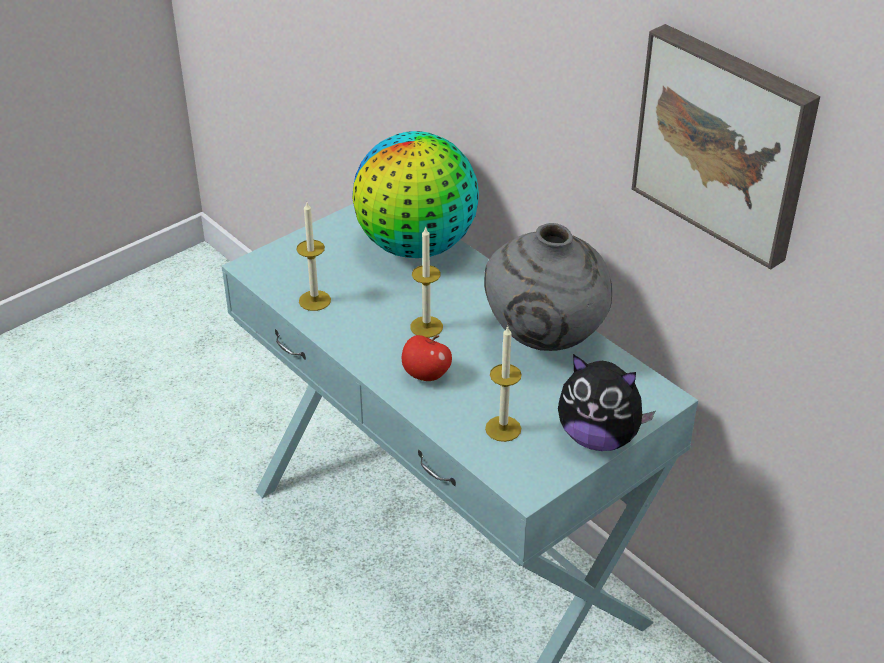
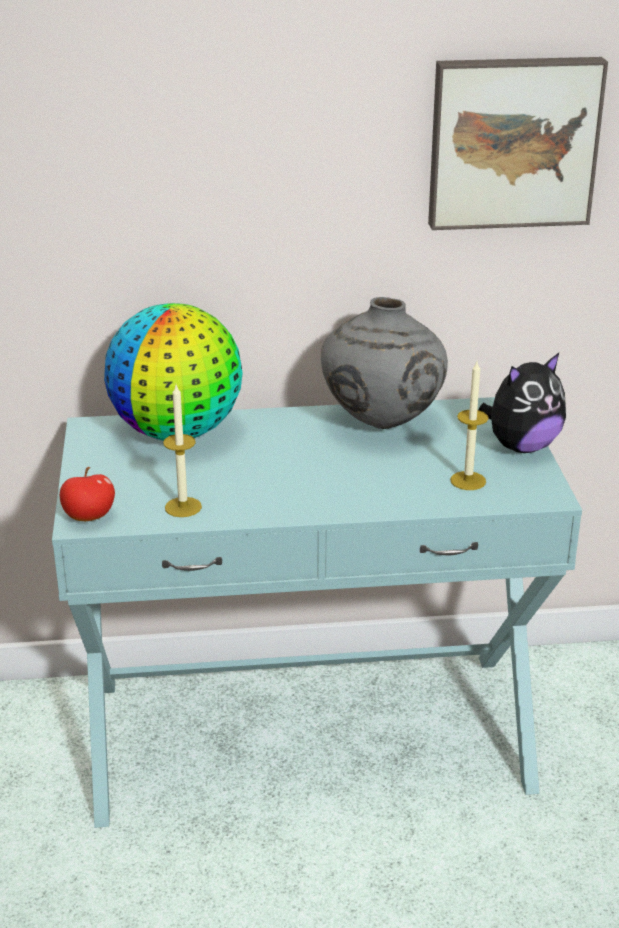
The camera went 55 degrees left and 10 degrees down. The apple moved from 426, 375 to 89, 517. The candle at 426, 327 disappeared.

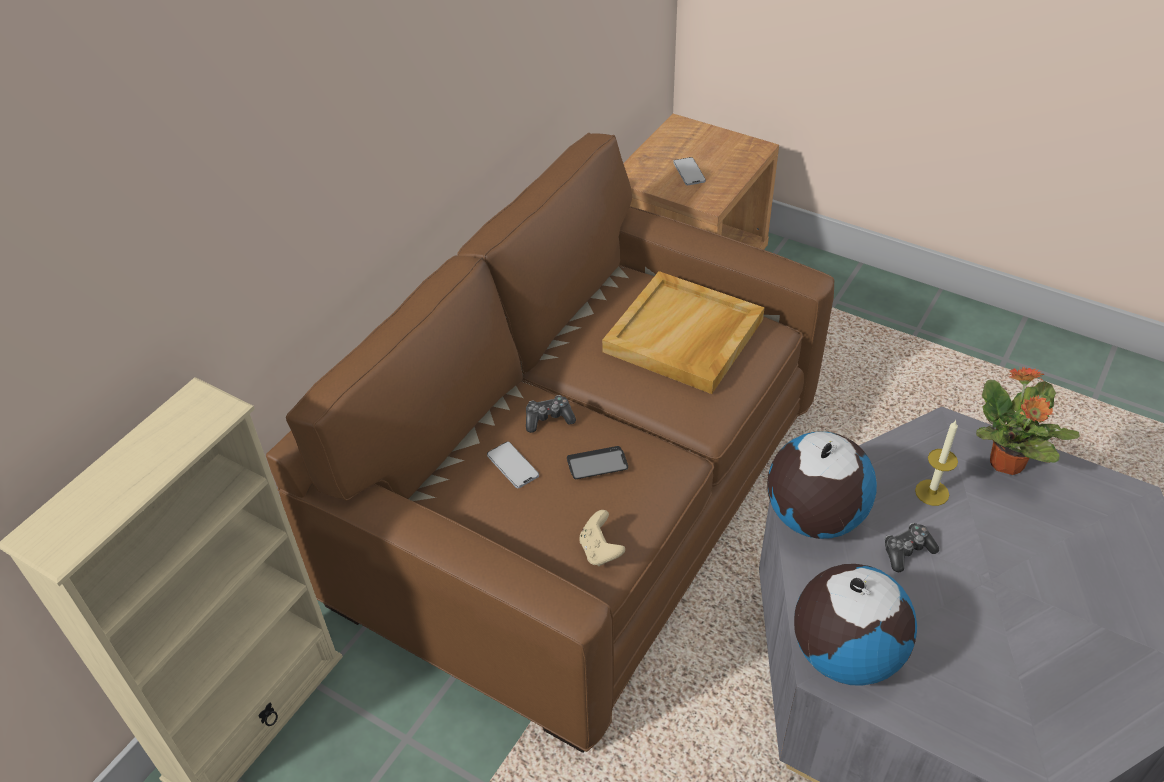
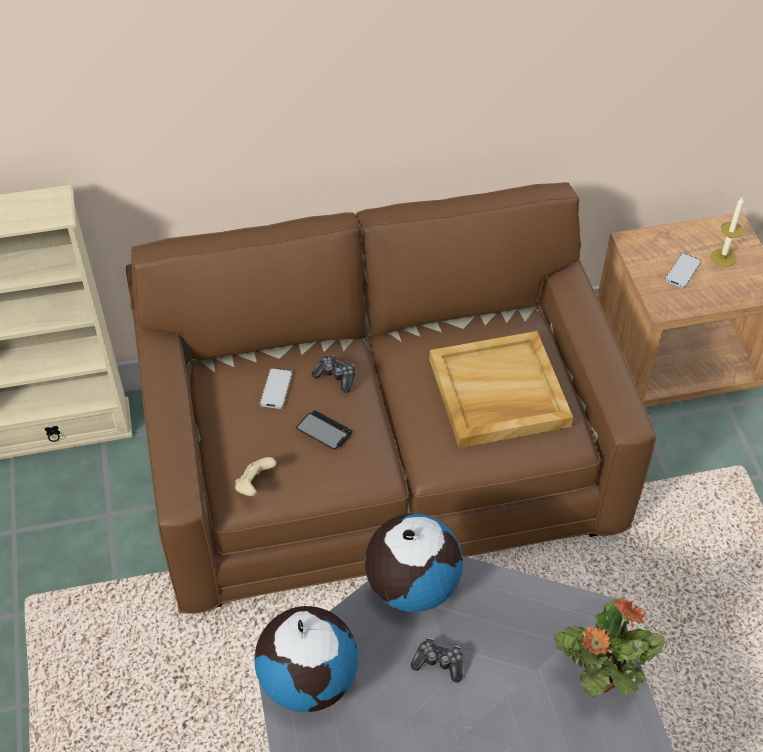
The camera went 45 degrees right and 5 degrees up. The candle moved from 932, 492 to 723, 257.

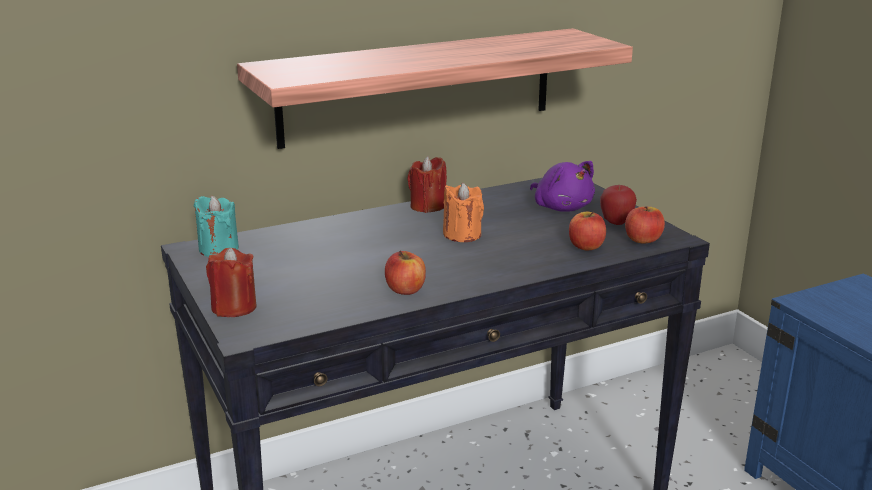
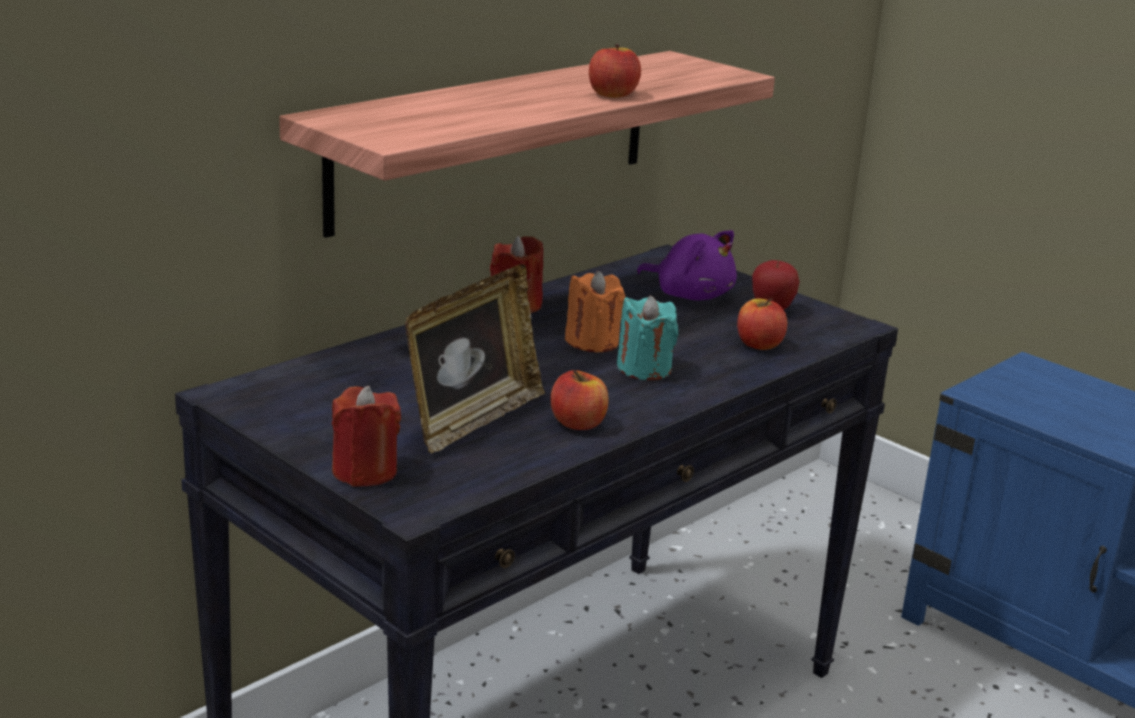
The camera went 20 degrees left and 0 degrees up. The picture frame at 472, 420 appeared. The apple moved from 643, 240 to 612, 95. The candle in turquoise moved from 218, 249 to 644, 369.

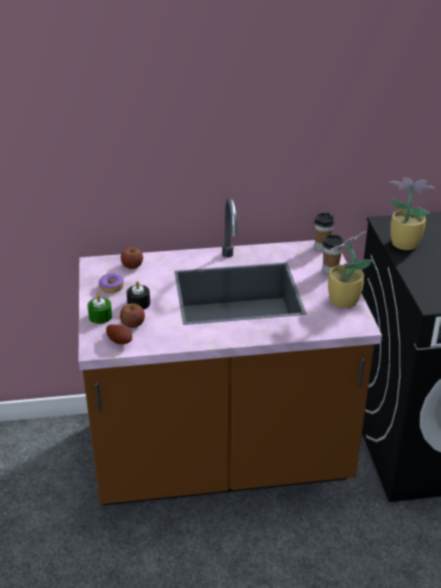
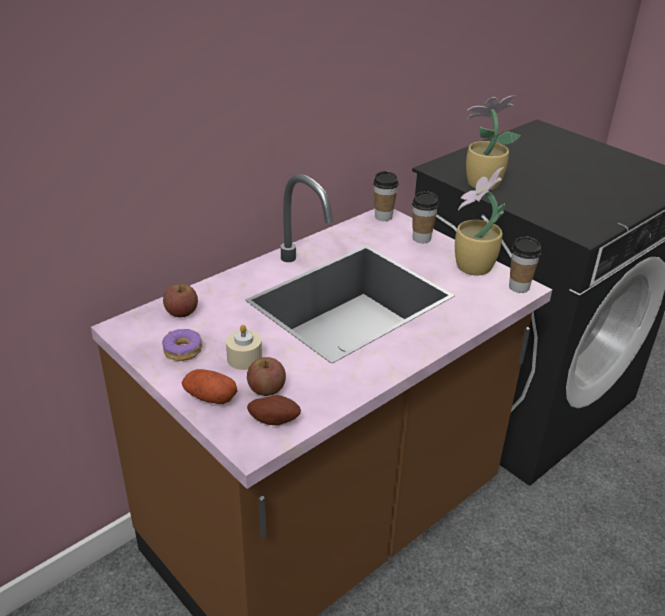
The camera went 35 degrees left and 0 degrees up. The candle in green at 100, 316 was replaced by the potato at 210, 397. The candle in black at 138, 303 became the candle in beige at 244, 358. The cup at 519, 287 appeared.

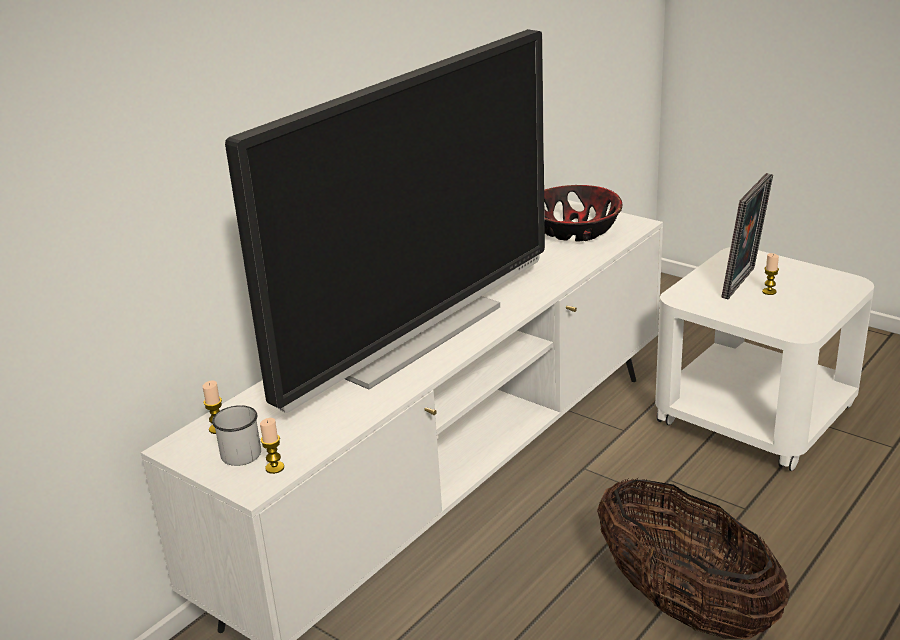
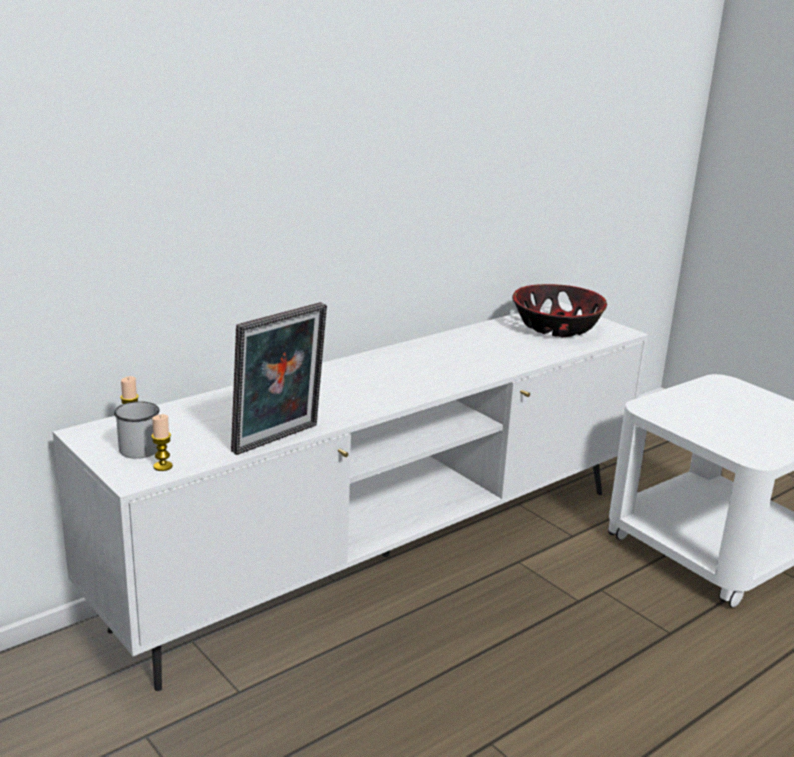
The camera went 10 degrees right and 5 degrees down. The picture frame moved from 743, 283 to 279, 440. The television at 415, 337 disappeared. The basket at 684, 606 disappeared. The candle at 769, 292 disappeared.

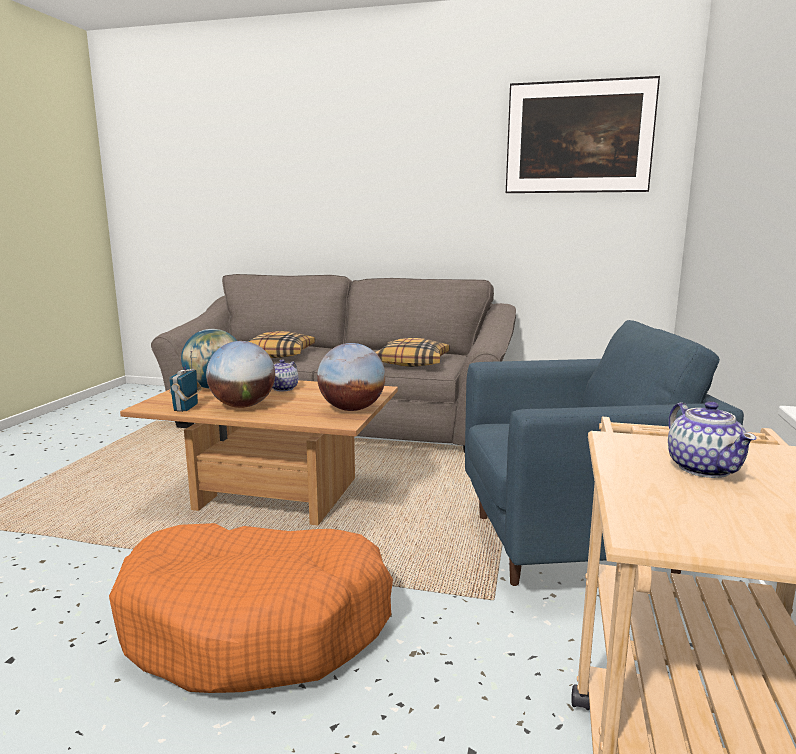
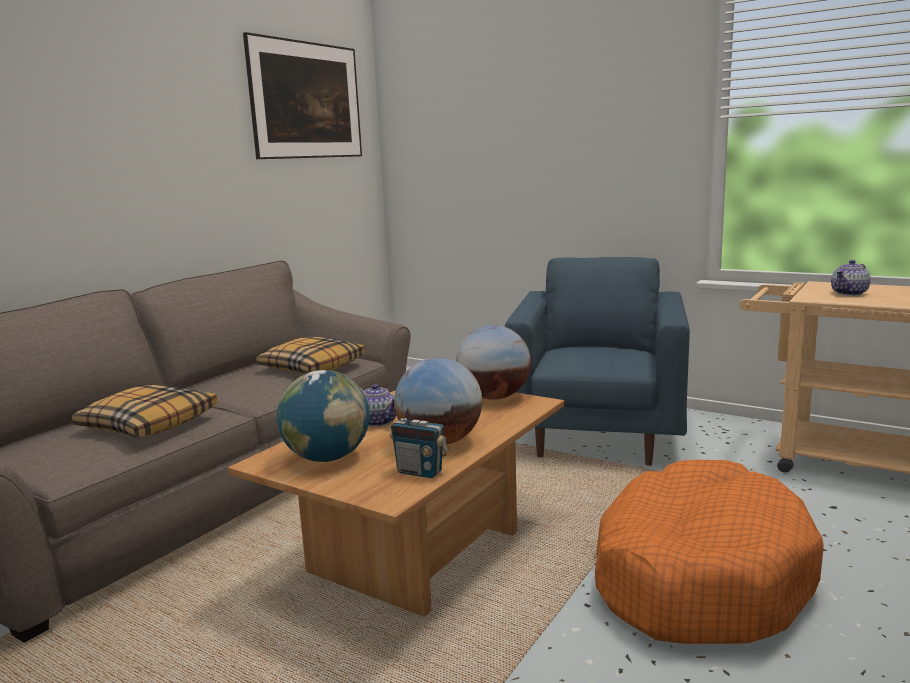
The camera went 70 degrees left and 0 degrees up. The teapot at 703, 468 turned 135 degrees clockwise.

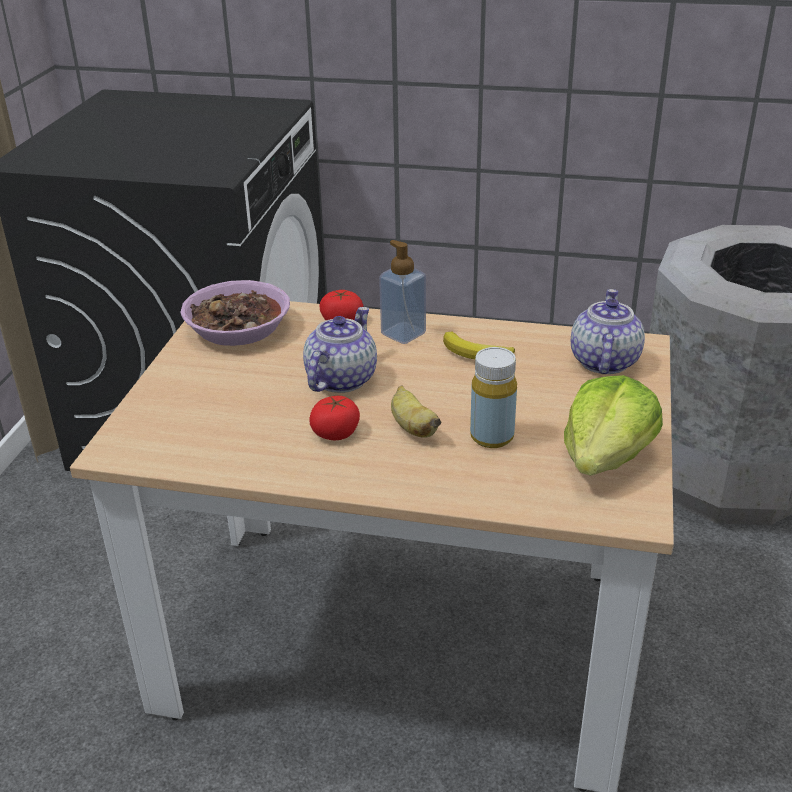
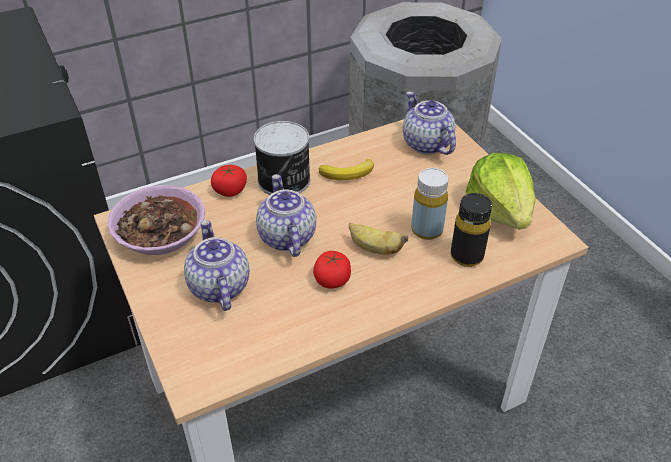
The camera went 40 degrees left and 10 degrees up. The teapot at 218, 286 appeared. The soap dispenser at 403, 334 was replaced by the can at 285, 180. The bottle in black at 466, 256 appeared.

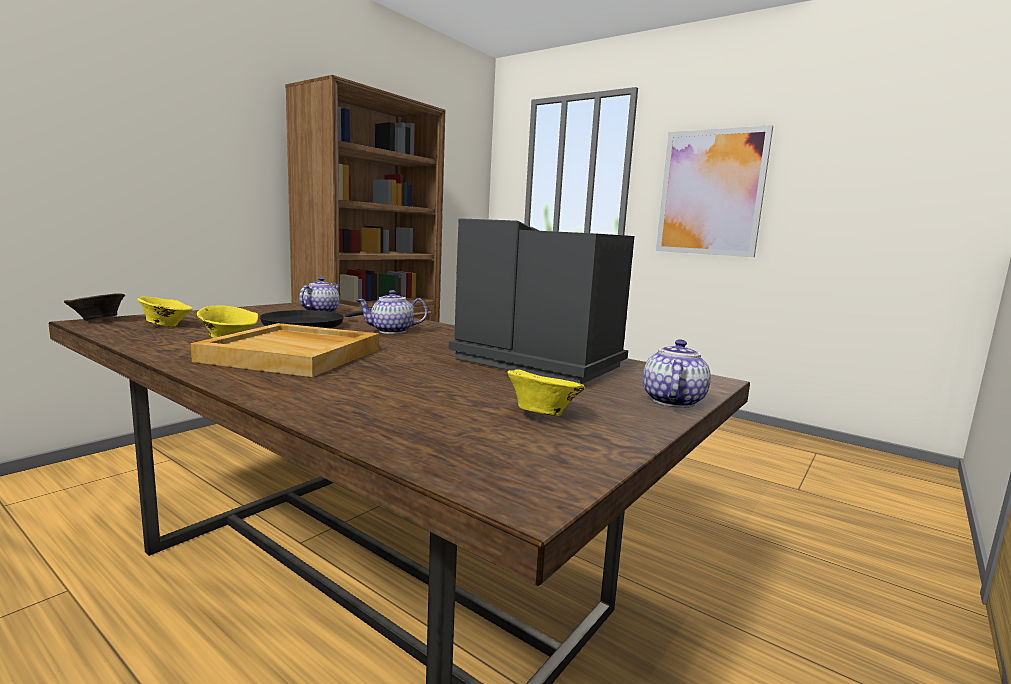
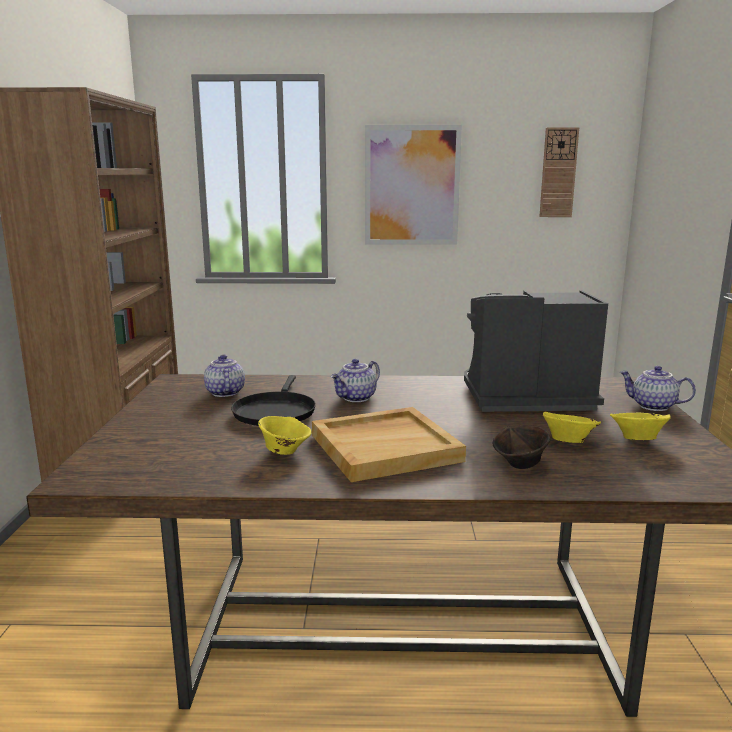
The camera went 35 degrees left and 5 degrees up. The bowl in brown moved from 97, 320 to 520, 465. The wall clock at 558, 173 appeared. The bowl in yellow moved from 166, 326 to 567, 441. The teapot at 671, 401 turned 45 degrees counterclockwise.

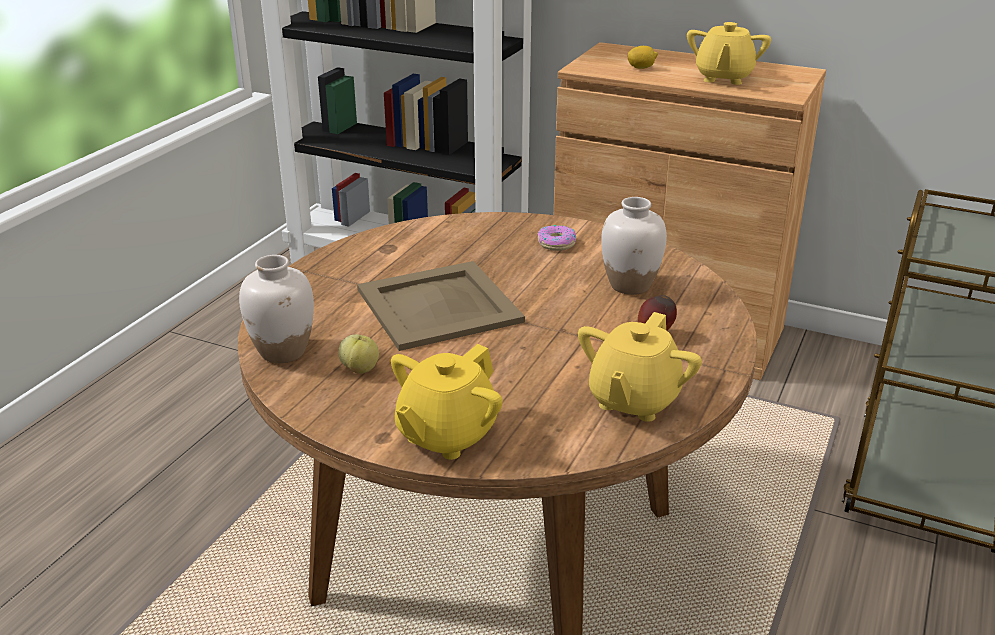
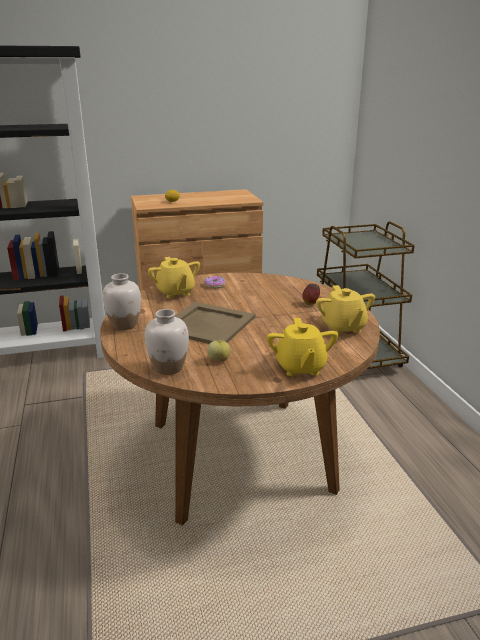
The camera went 40 degrees left and 5 degrees down. The vase in white moved from 630, 285 to 124, 325. The teapot in yellow moved from 723, 78 to 175, 292.

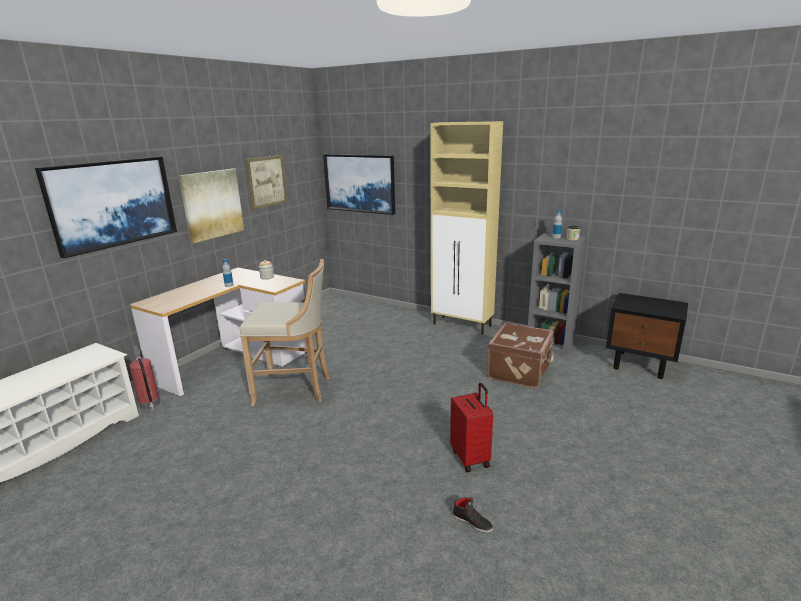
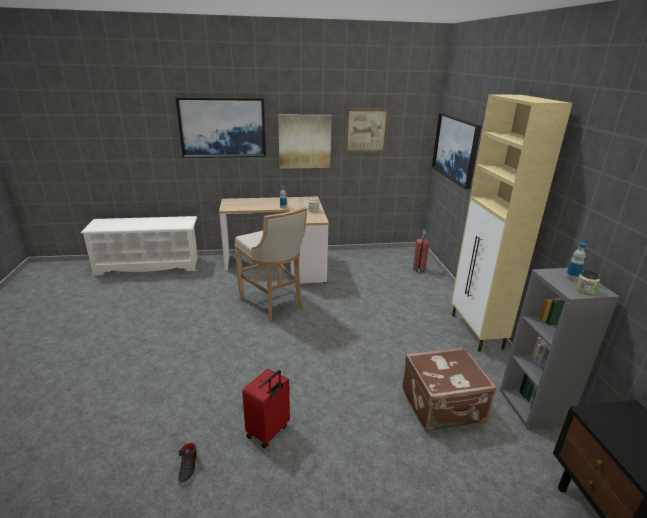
The camera went 50 degrees right and 5 degrees up. The fire extinguisher moved from 150, 404 to 418, 269.

